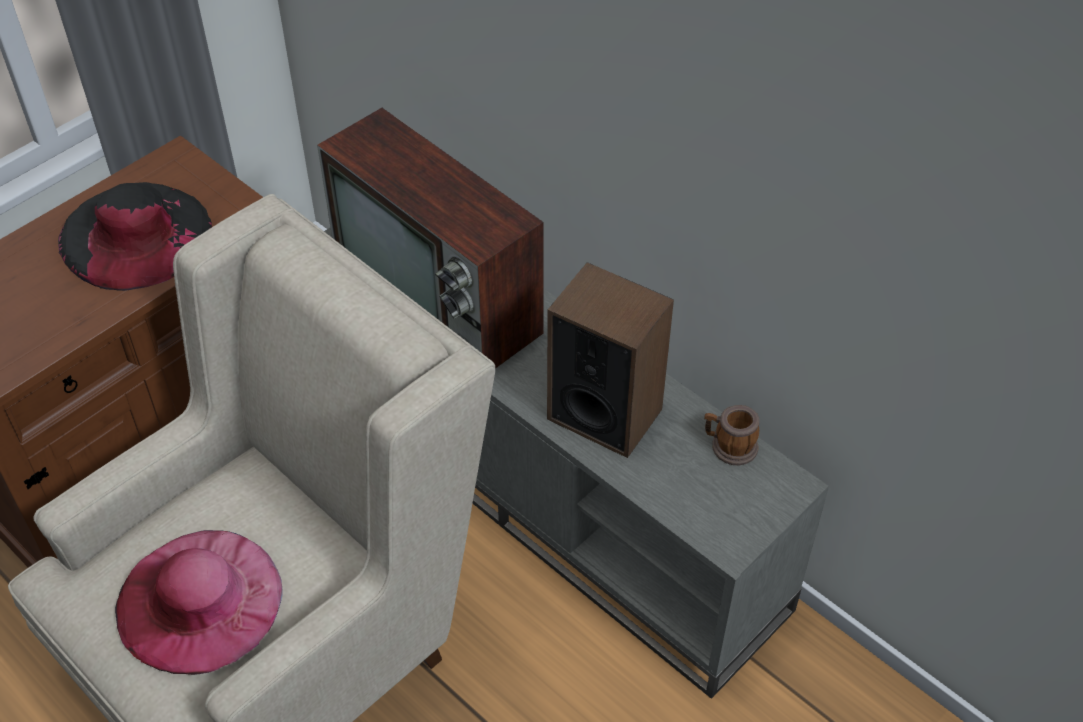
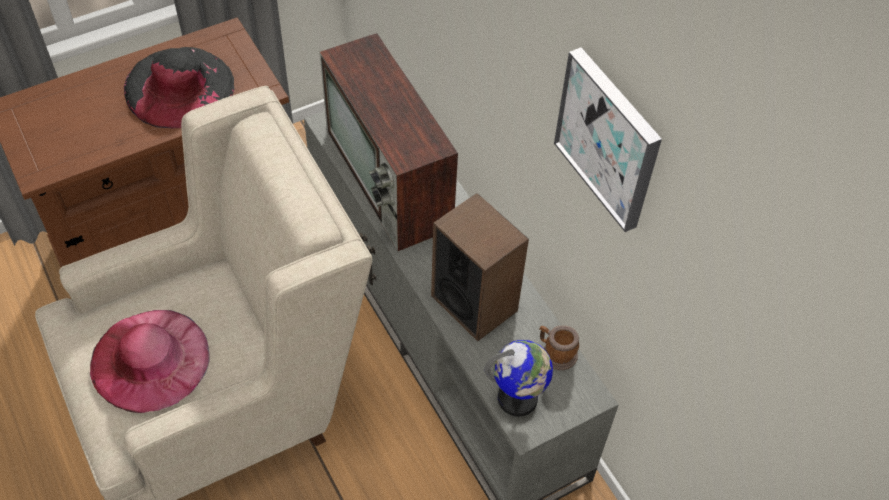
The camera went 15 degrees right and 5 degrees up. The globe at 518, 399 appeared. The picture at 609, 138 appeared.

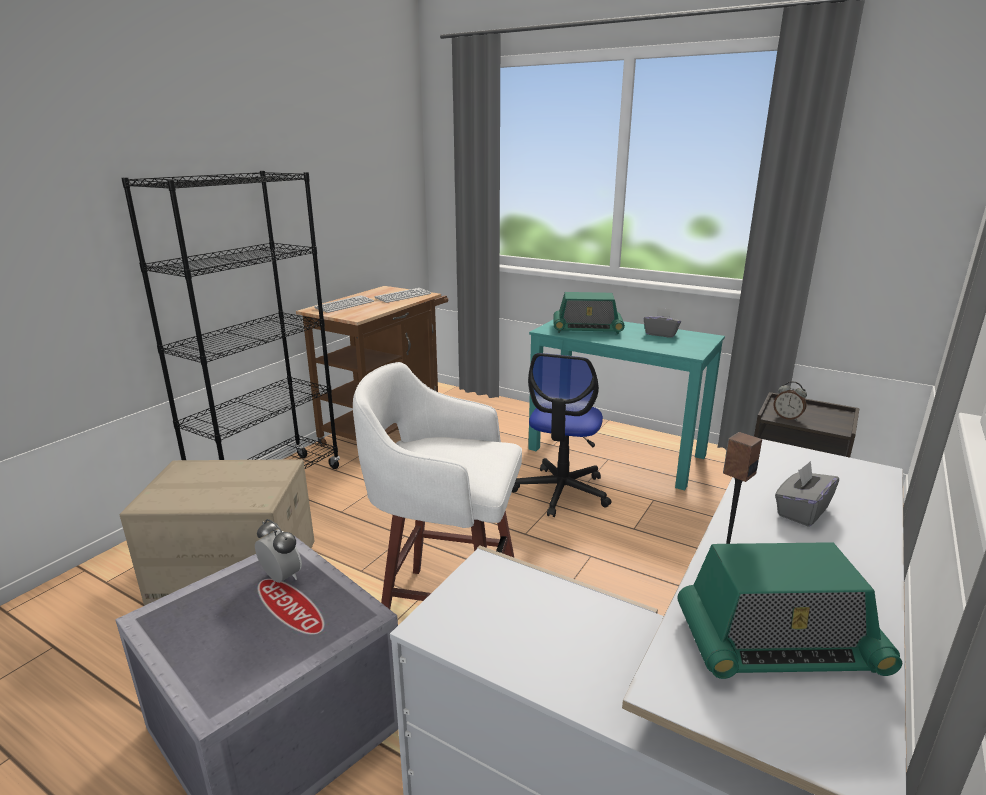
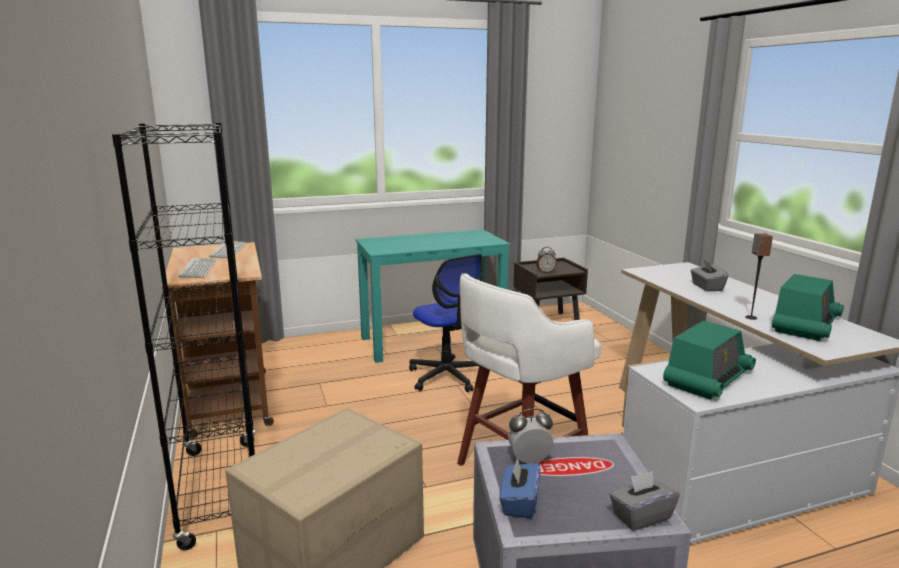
The camera went 50 degrees left and 5 degrees down. The tissue box in blue at 519, 503 appeared. The tissue box in grey moved from 661, 334 to 641, 516. The radio moved from 587, 329 to 707, 379.

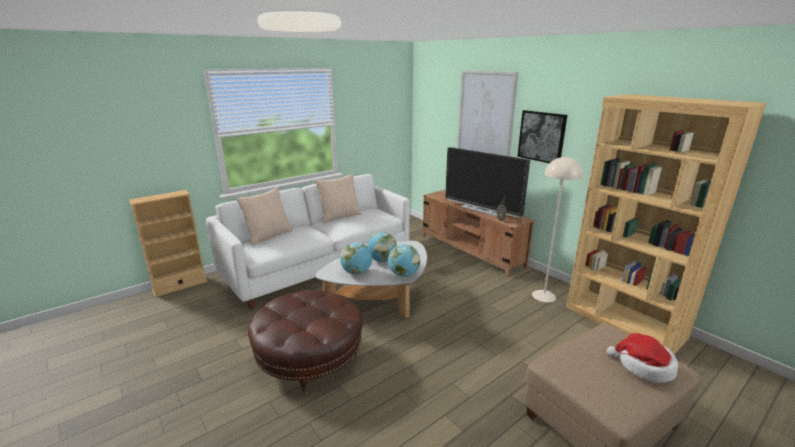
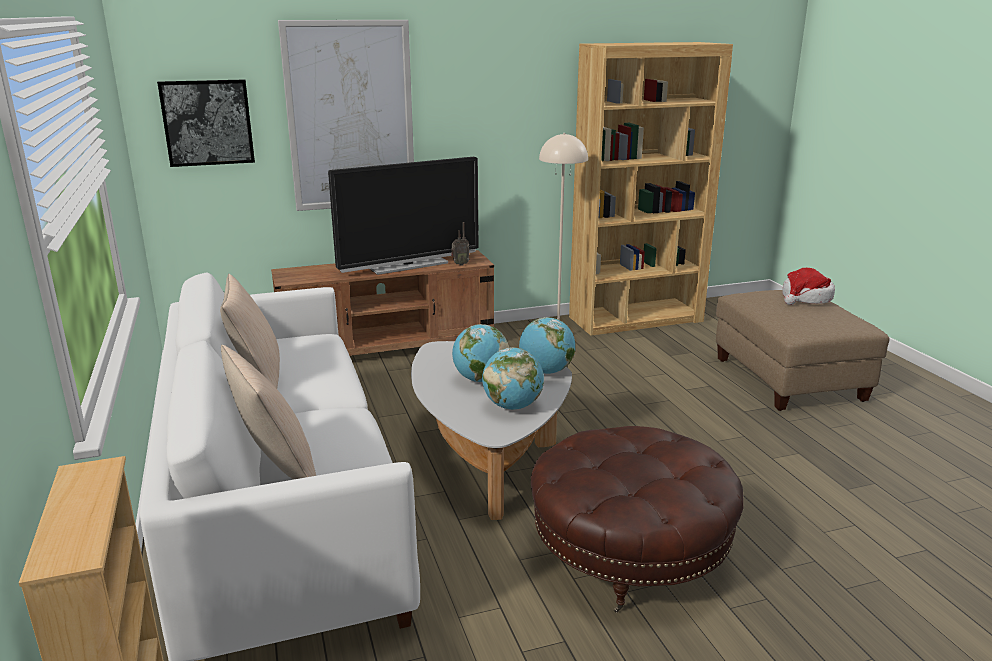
The camera went 70 degrees left and 0 degrees up. The picture moved from 541, 136 to 207, 122.

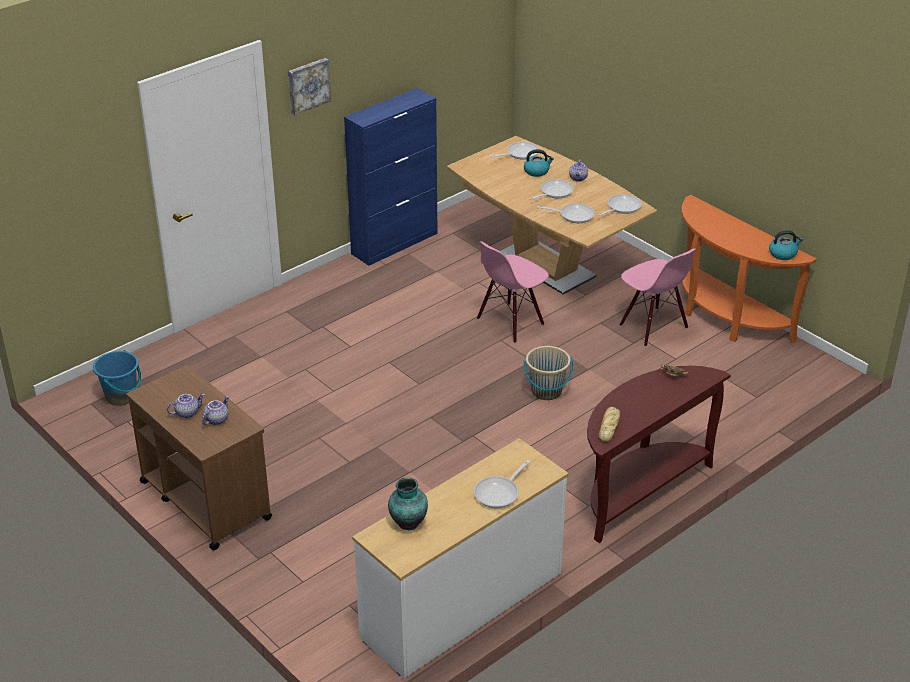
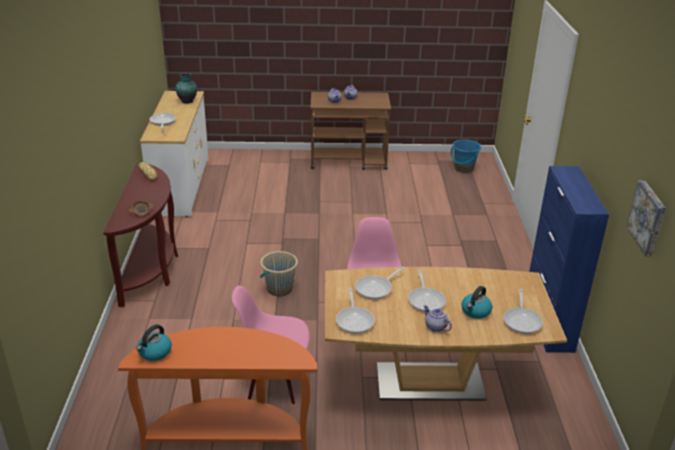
The camera went 130 degrees right and 5 degrees down. The picture moved from 308, 85 to 648, 218.

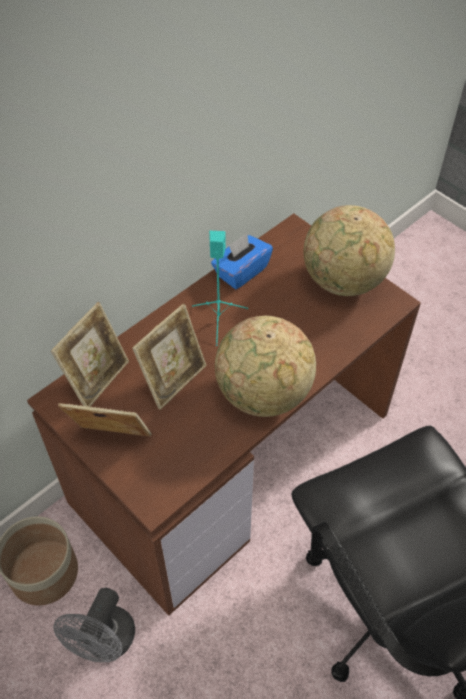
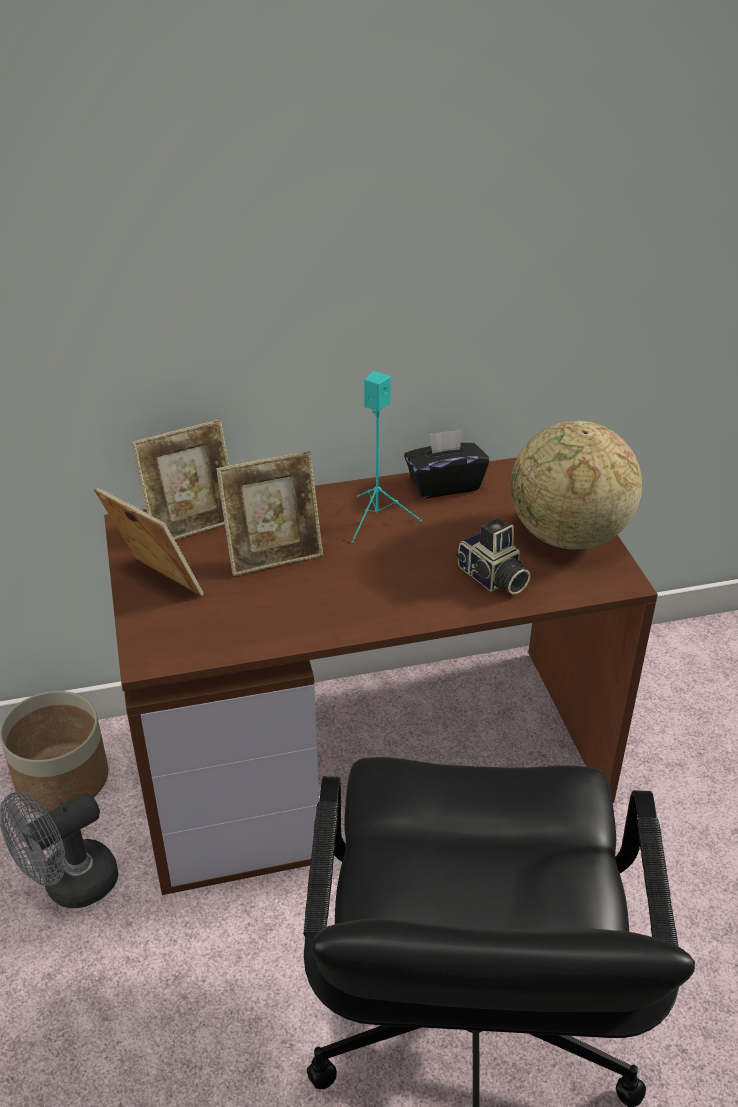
The camera went 30 degrees right and 15 degrees down. The tissue box in blue at 241, 271 became the tissue box in black at 444, 484. The photo camera at 492, 578 appeared. The globe at 263, 394 disappeared.

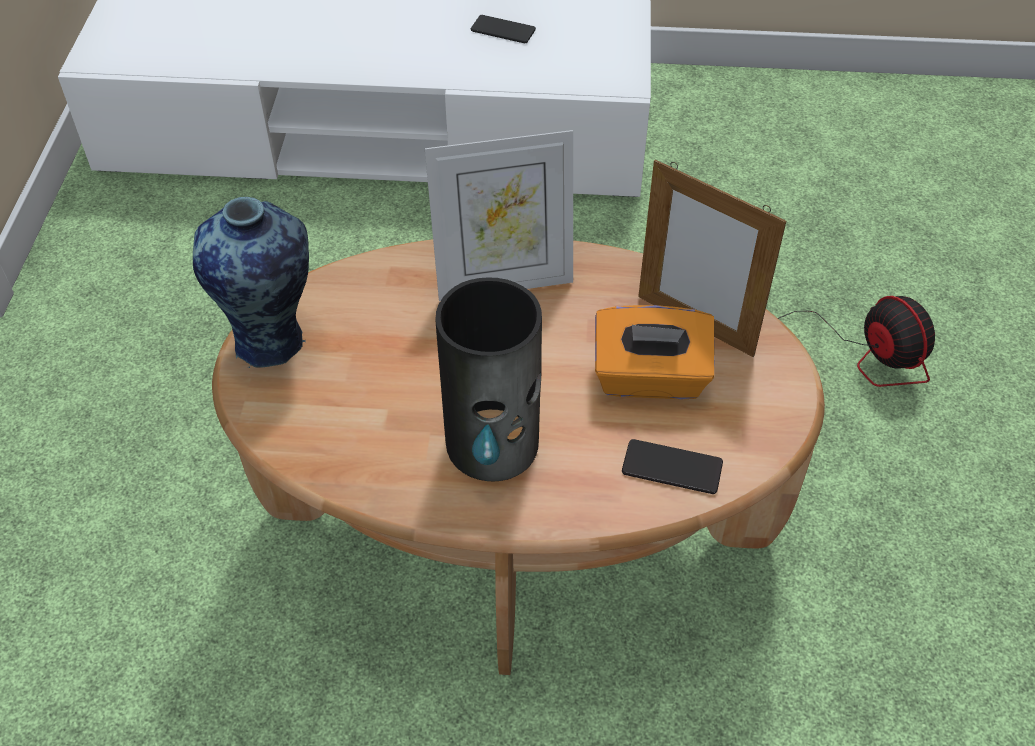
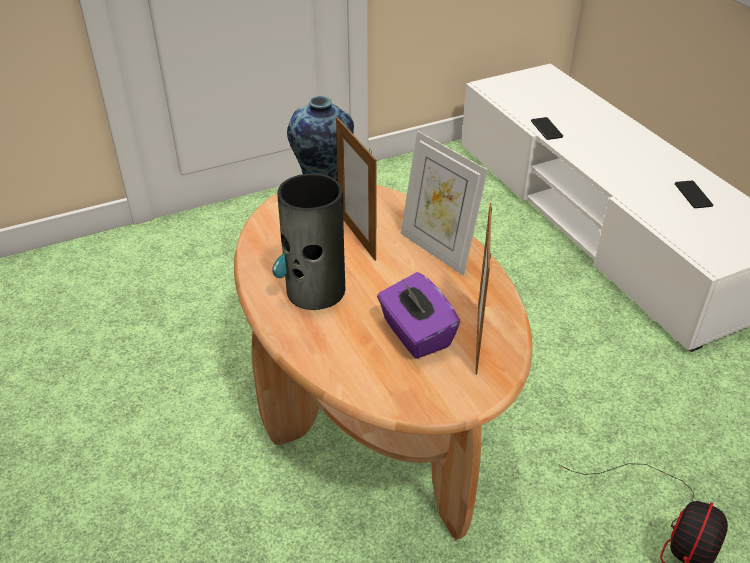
The camera went 60 degrees right and 10 degrees down. The picture frame at 357, 236 appeared. The tissue box in orange at 650, 378 became the tissue box in purple at 415, 334. The phone moved from 672, 467 to 546, 129.

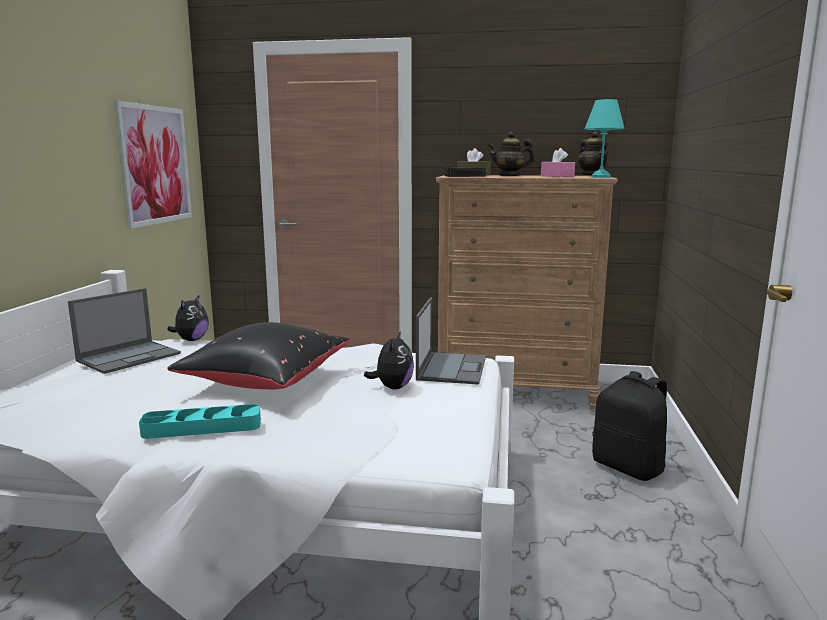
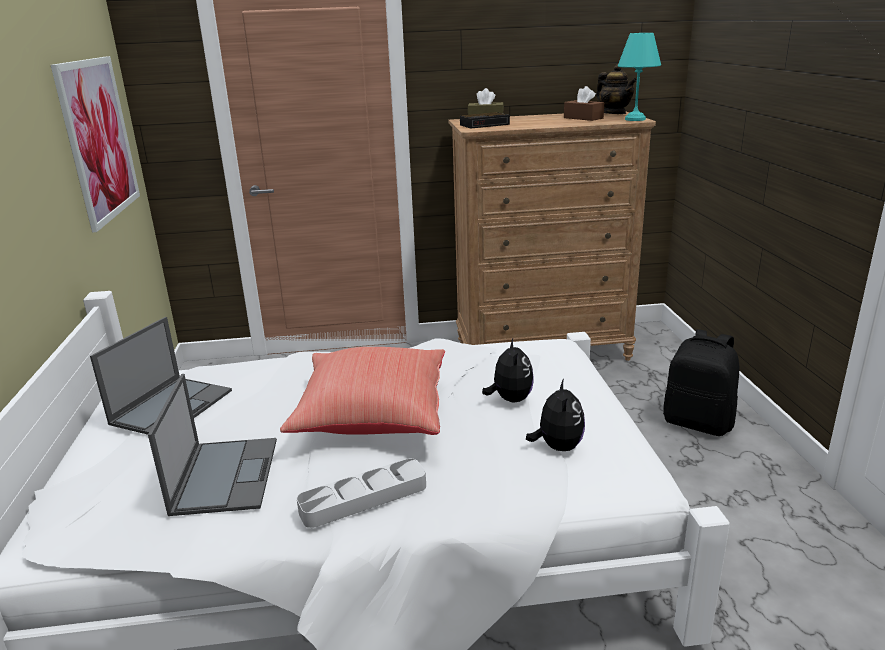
The camera went 15 degrees left and 10 degrees up. The laptop moved from 452, 368 to 225, 474. The pillow in black at 265, 381 became the pillow in red at 372, 417. The tray in turquoise at 202, 427 became the tray in grey at 364, 498. The plush toy moved from 191, 340 to 557, 446. The tissue box in pink at 557, 176 became the tissue box in brown at 583, 118. The teapot at 510, 176 disappeared.

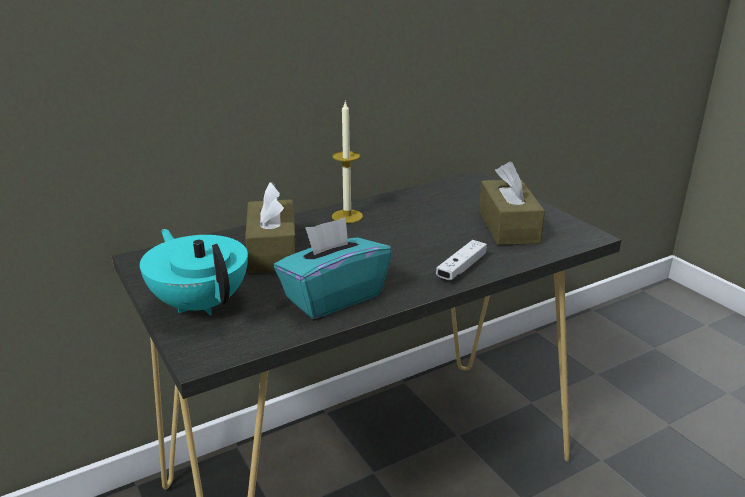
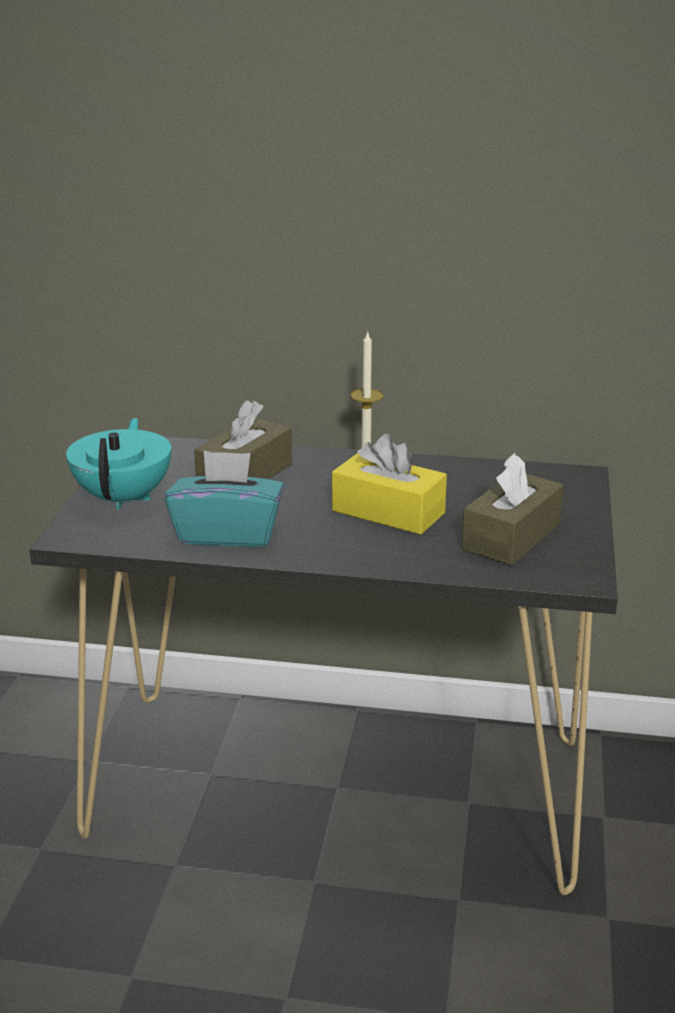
The camera went 40 degrees right and 0 degrees up. The tissue box in yellow at 388, 512 appeared. The game controller in white at 461, 268 disappeared.

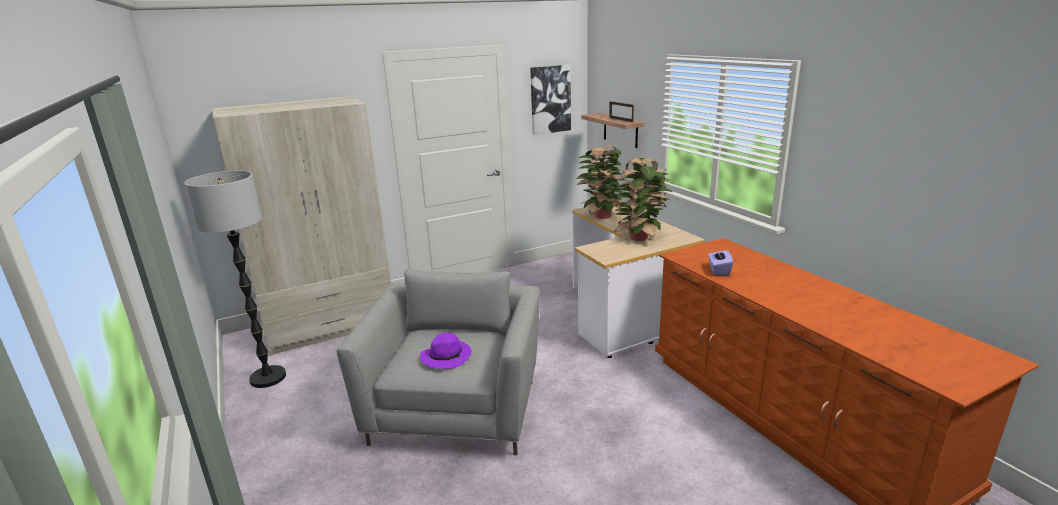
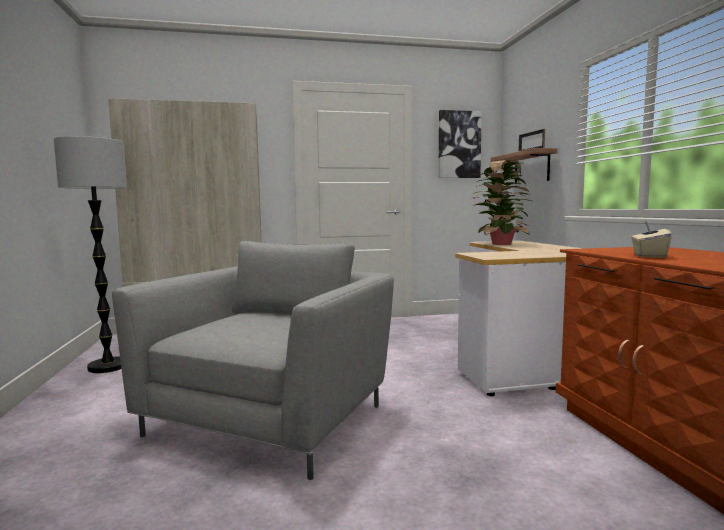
The camera went 15 degrees right and 15 degrees down. The tissue box in purple at 718, 270 became the tissue box in beige at 648, 256. The hat in purple at 447, 357 disappeared. The potted plant at 640, 237 disappeared.

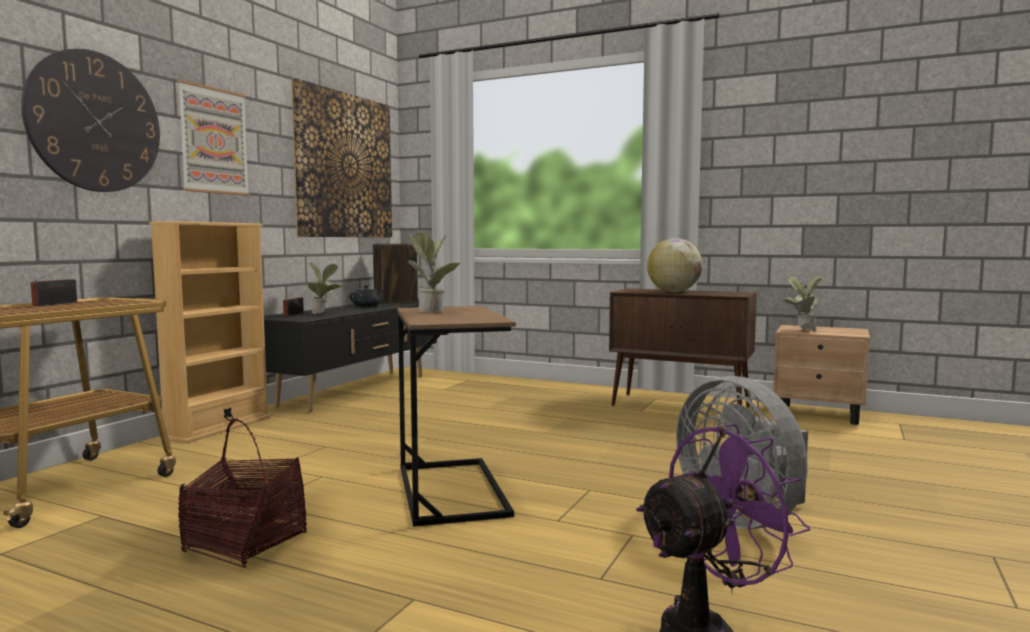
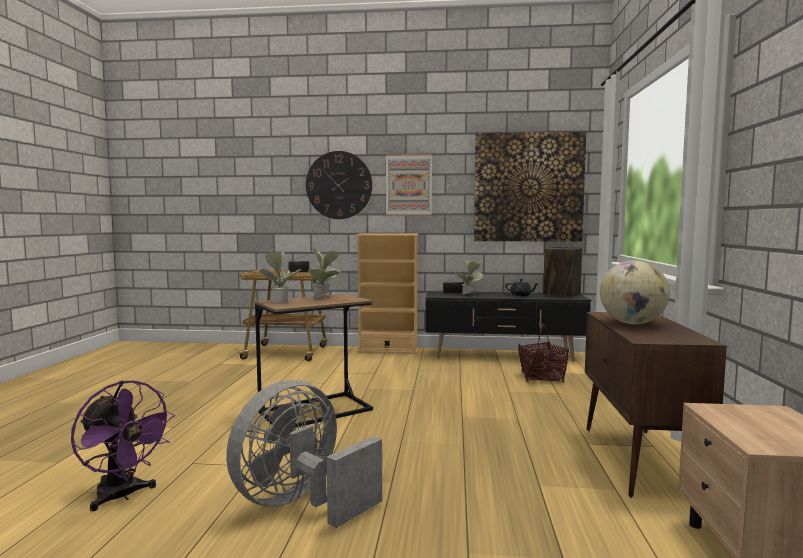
The camera went 70 degrees right and 0 degrees up. The potted plant moved from 802, 331 to 280, 302. The basket moved from 246, 543 to 542, 377.

